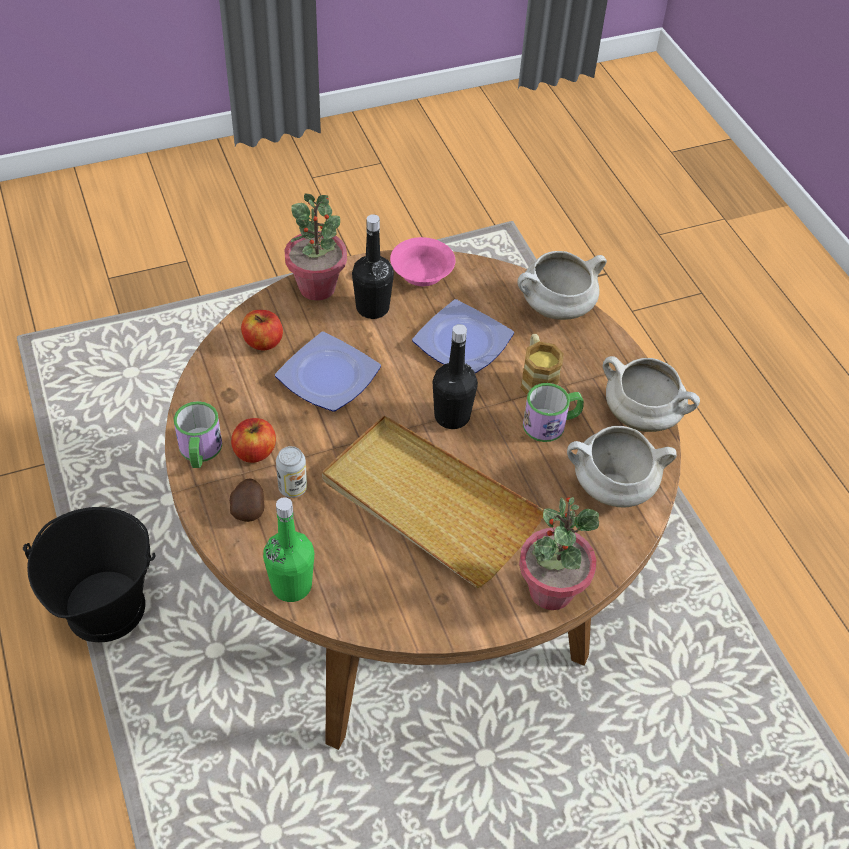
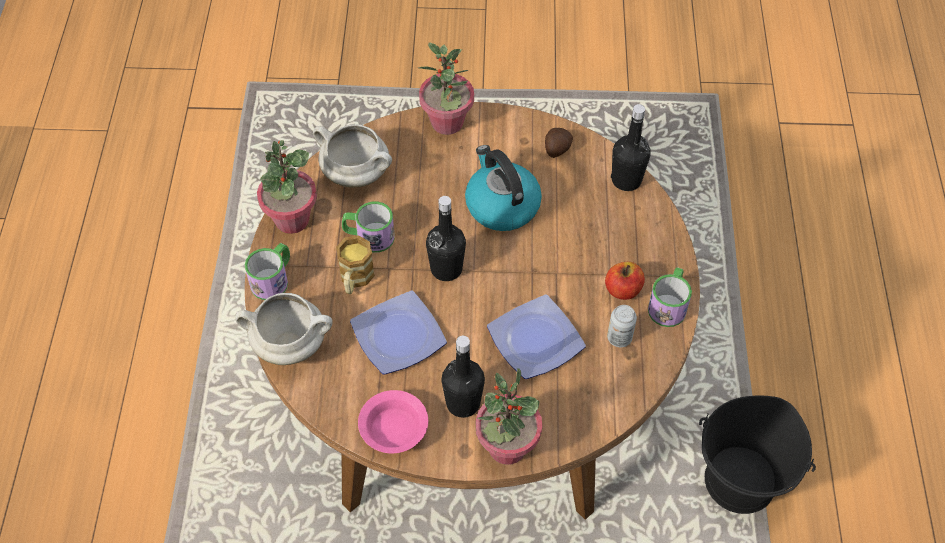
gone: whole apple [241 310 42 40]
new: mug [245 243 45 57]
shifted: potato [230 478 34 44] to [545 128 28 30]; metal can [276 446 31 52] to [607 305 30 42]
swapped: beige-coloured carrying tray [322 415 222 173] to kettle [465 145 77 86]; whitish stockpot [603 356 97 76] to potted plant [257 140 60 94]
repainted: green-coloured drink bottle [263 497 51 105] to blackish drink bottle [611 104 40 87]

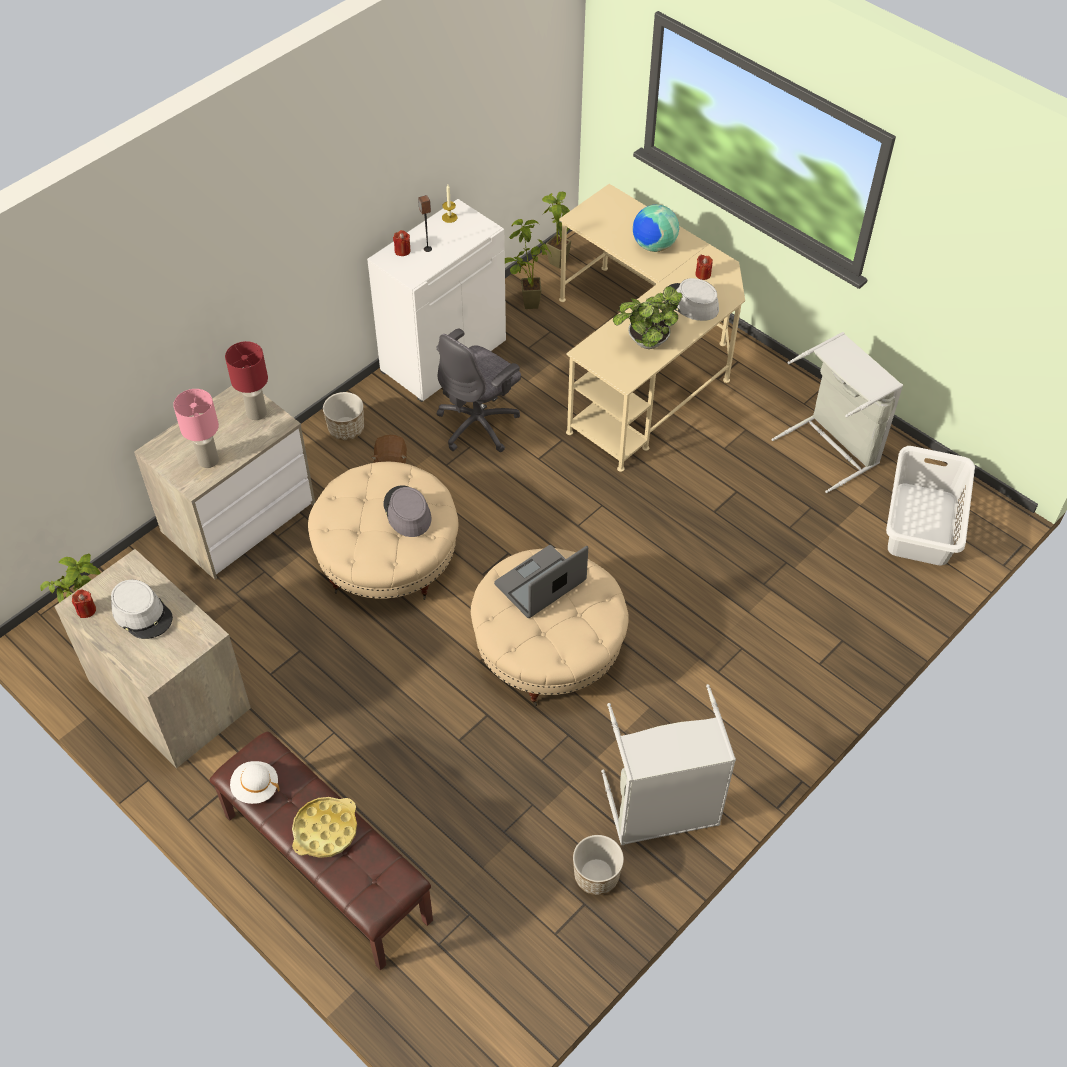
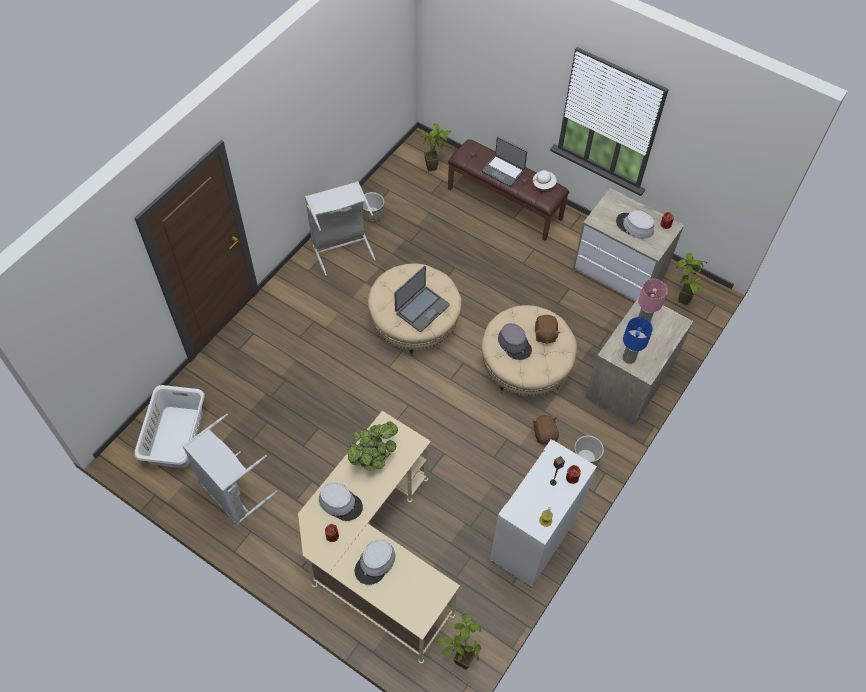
gone: gray computer chair [436 328 85 124]
new: brownish cuddly toy [535 315 25 29]
shifted: potted plant [505 219 47 90] to [419 123 32 48]
swapped: yellow-coloured carrying tray [292 797 65 61] to laptop [481 137 46 50]; desk globe [633 205 46 47] to gray hat [355 539 40 46]
repainted: red-coloured lamp for a table [225 341 43 79] to blue lamp for a table [622 317 31 47]

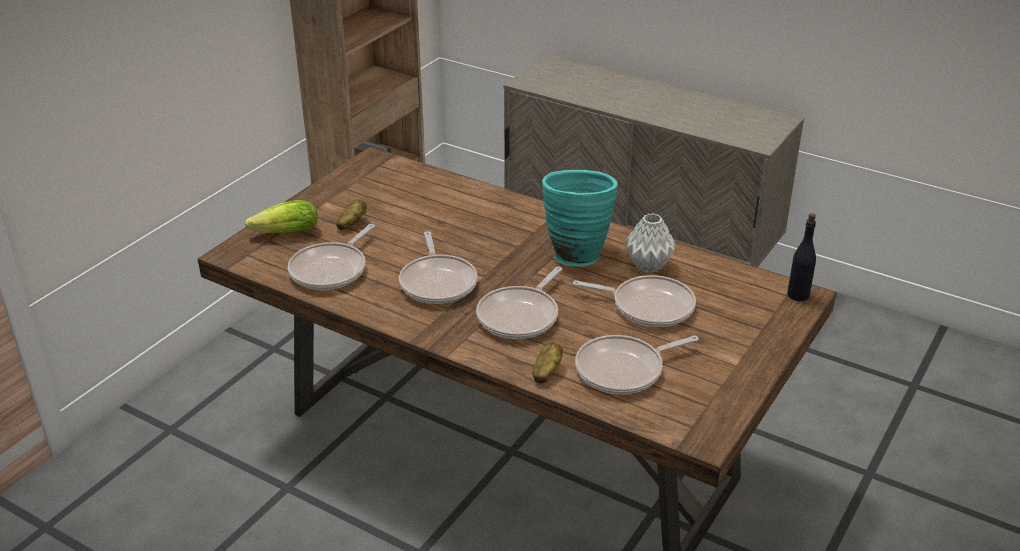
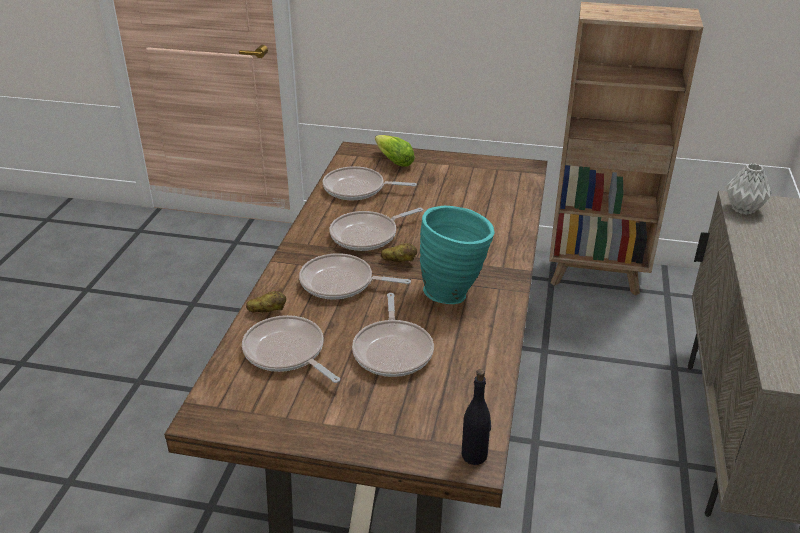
shifted: potato [336 199 31 31] to [381 243 36 19]; gray vase [625 213 51 60] to [726 163 45 52]

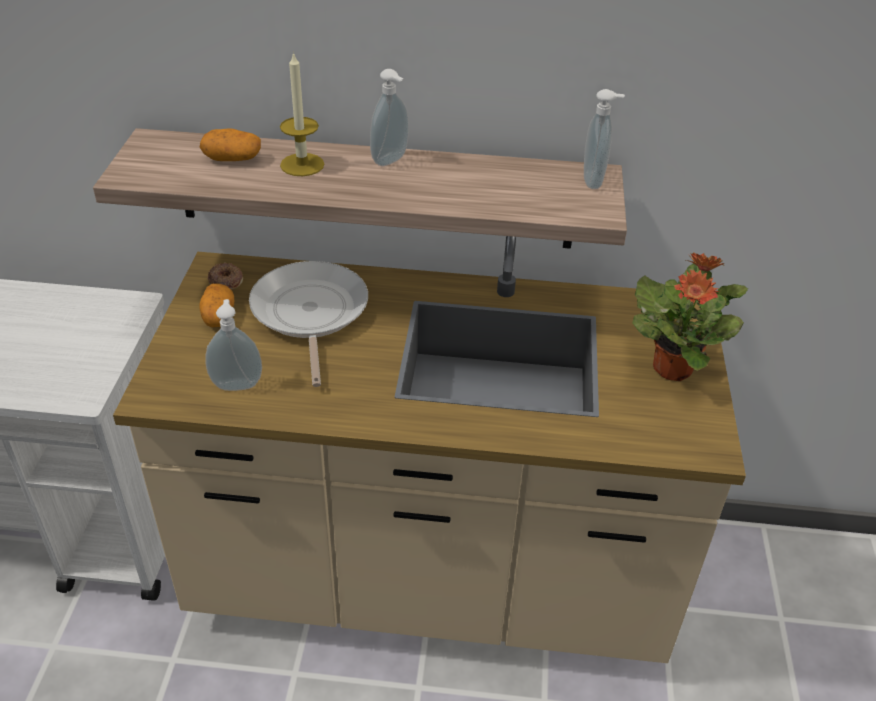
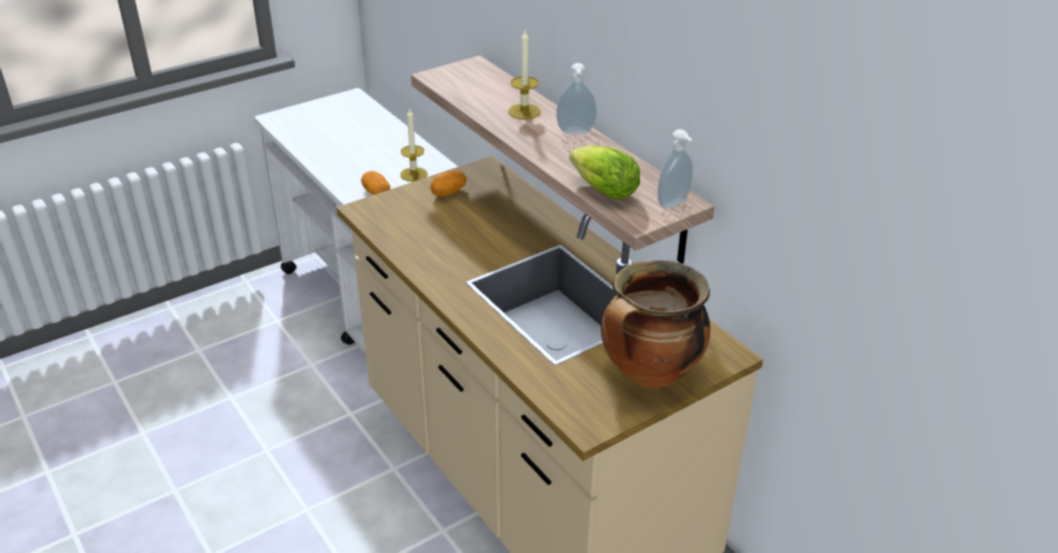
gone: liquid soap bottle [205 299 57 92]; donut [207 262 36 28]; frying pan [249 261 119 126]
new: wax candle [400 108 28 74]; lettuce head [569 145 71 54]
shifted: potato [200 129 61 32] to [361 171 29 24]
swapped: potted plant [632 253 116 128] to stockpot [601 260 109 129]

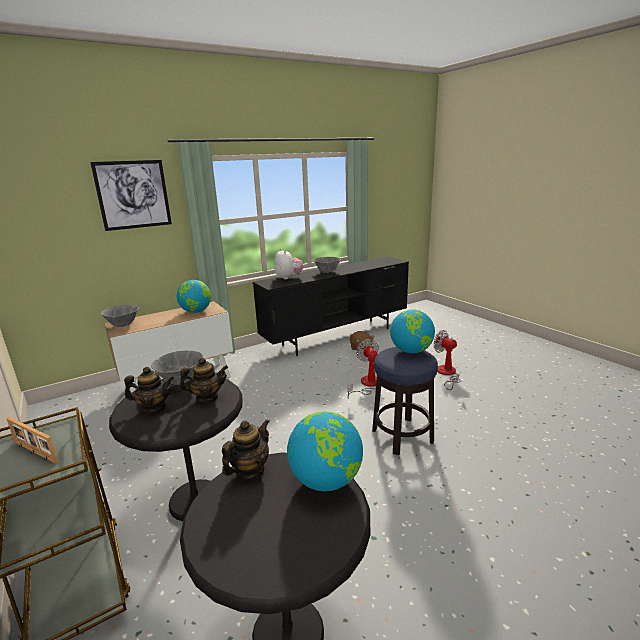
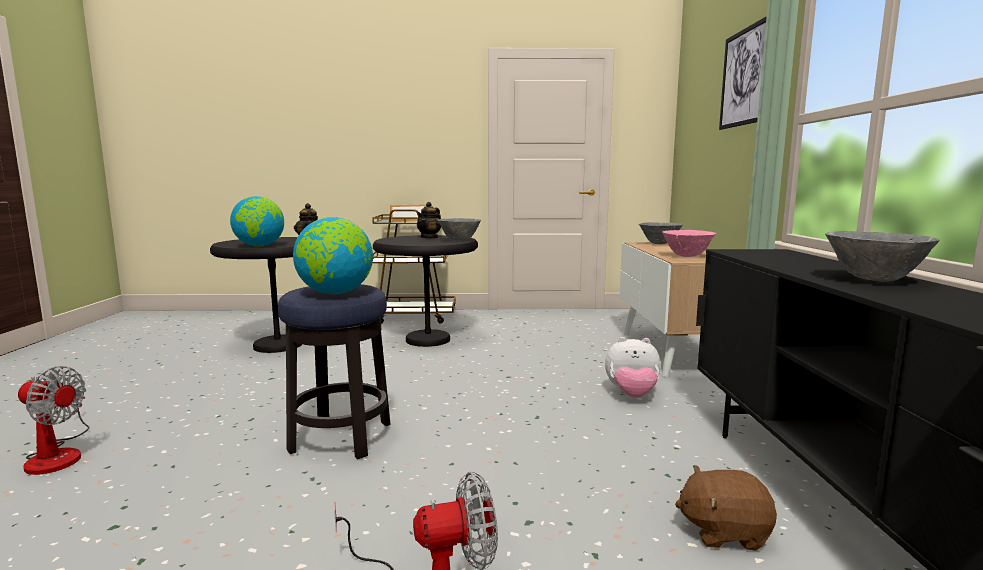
gone: tea pot [179 358 49 45]
shifted: cuddly toy [274 249 29 30] to [605 337 56 60]; fan [347 339 32 59] to [18 366 71 109]
swapped: desk globe [177 280 34 33] to pinkish deep dish [662 230 54 27]

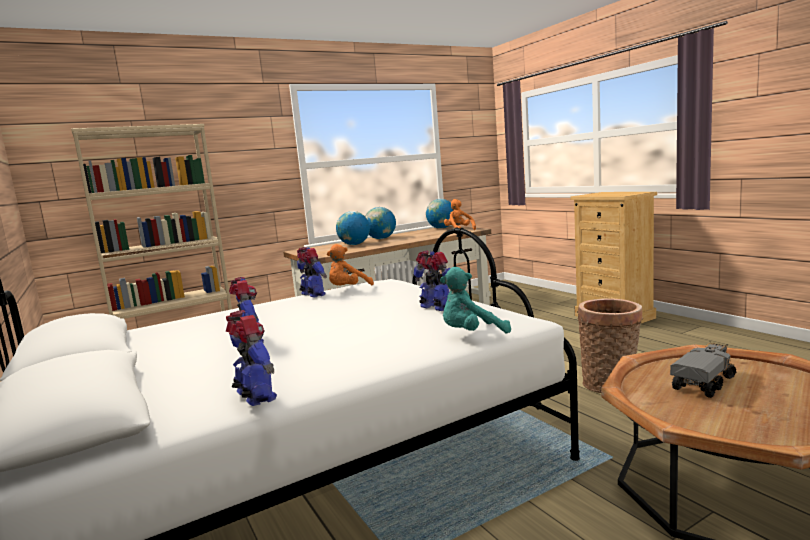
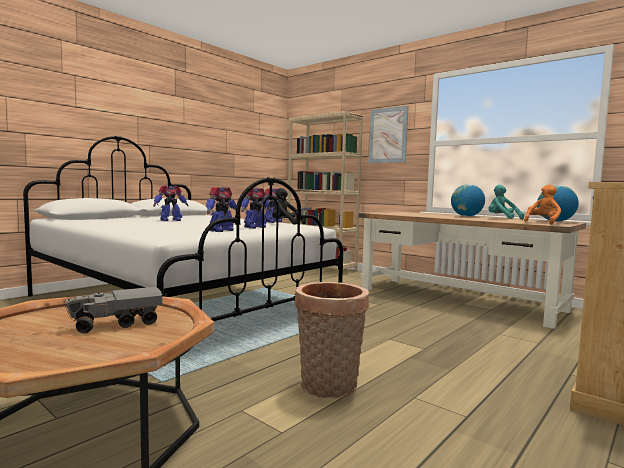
gone: desk globe [336 211 34 34]
new: picture [369 106 40 57]
shifted: toy robot [226 310 51 96] to [241 188 30 41]; blue-green cuddly toy [440 267 71 66] to [488 185 36 35]
repainted: orange-coloured cuddly toy [327 244 47 41] to blackish cuddly toy [272 188 34 37]
rotated: toy lorry [670 341 66 57] = [63 287 99 46] 120 degrees clockwise

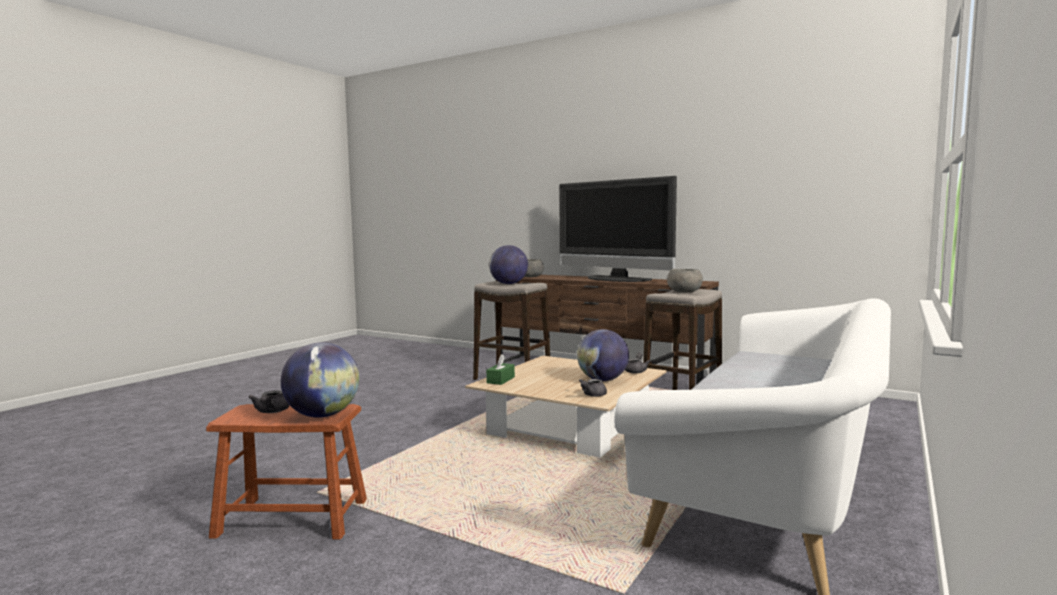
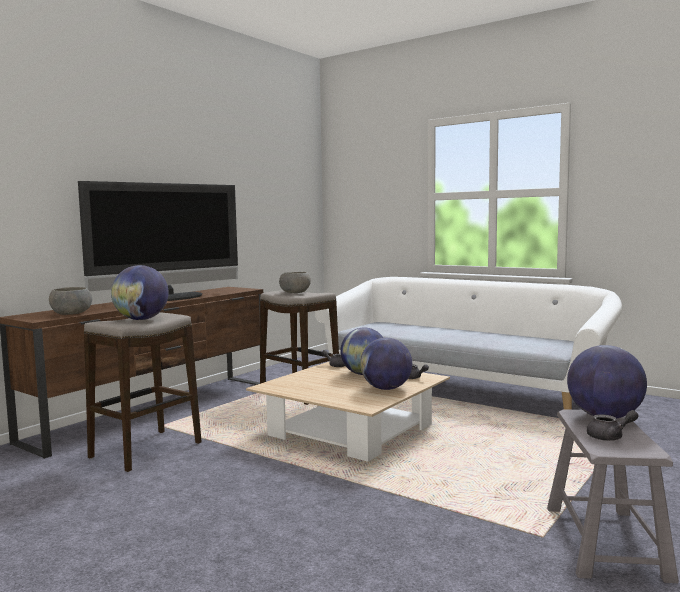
gone: green-coloured box of tissues [486 354 29 31]
new: desk globe [360 338 52 52]
repainted: brownish sitting stool [206 404 161 136] to gray sitting stool [547 409 132 174]

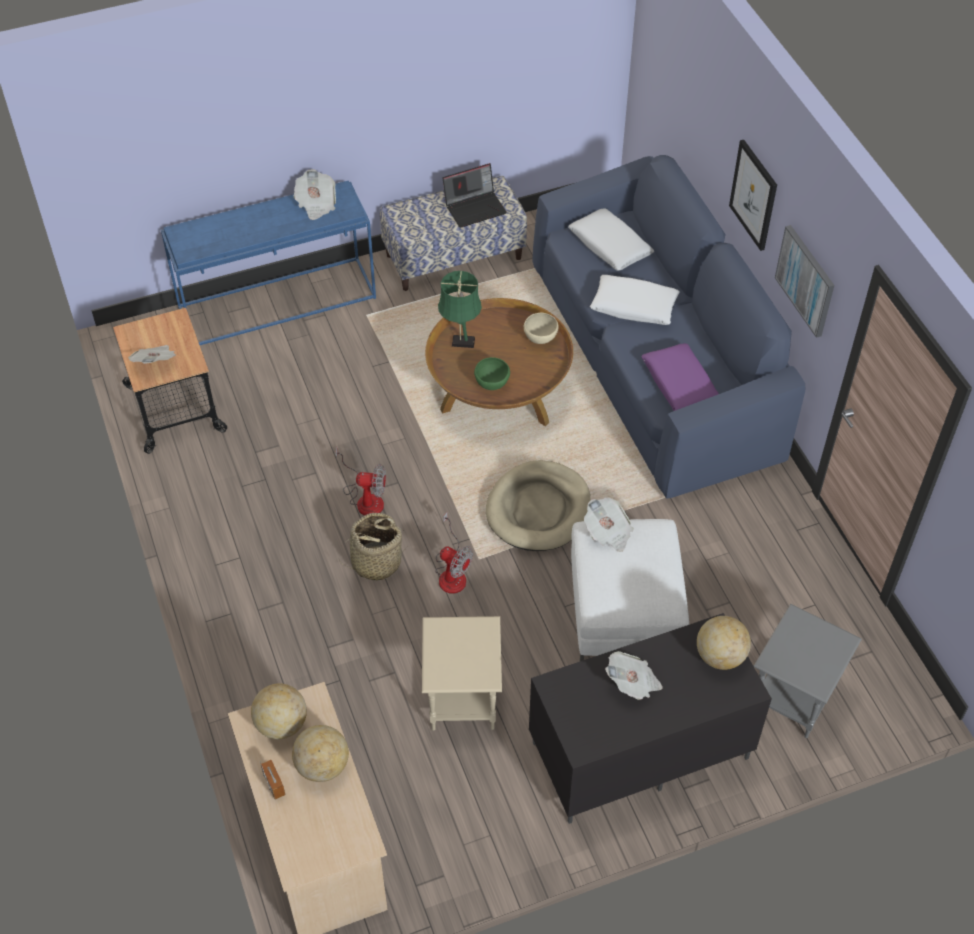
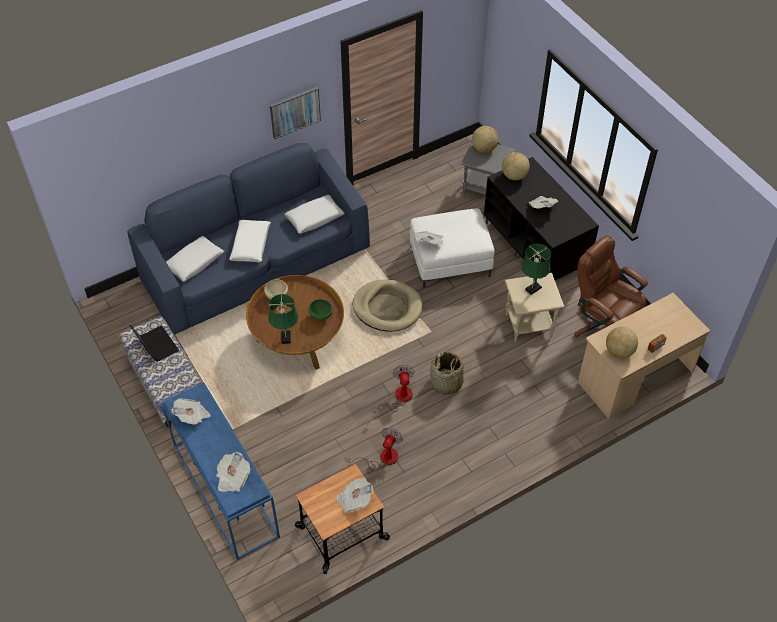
gone: picture [729 140 48 111]
new: printed paper [216 452 34 40]; green-coloured lamp for a table [521 244 30 51]; brownish computer chair [574 235 74 102]
shifted: desk globe [292 725 57 57] to [472 126 26 27]; fan [435 512 38 82] to [346 427 57 43]
repainted: purple-coloured throw pillow [641 343 78 68] to whitish throw pillow [284 195 61 38]

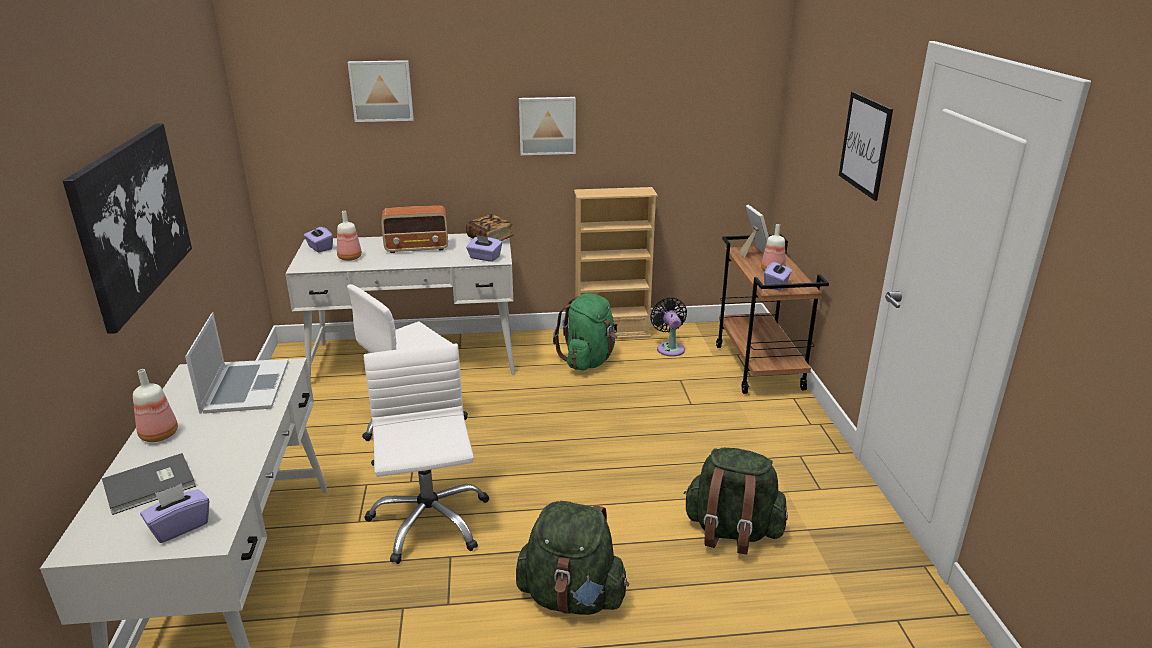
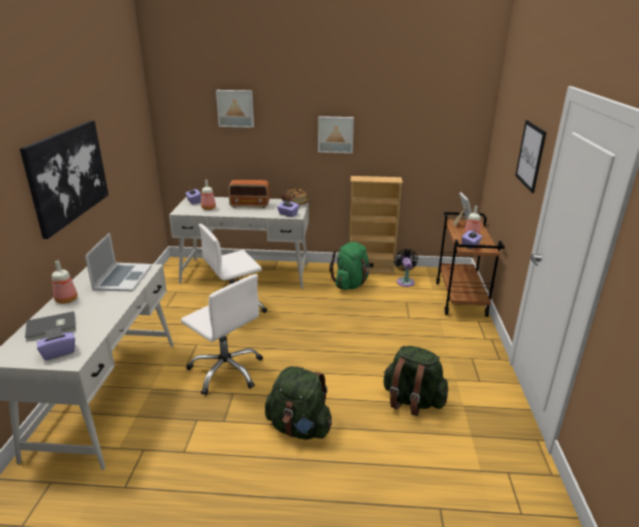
rotated: whitish computer chair [364 344 125 220] = [181 274 82 121] 135 degrees clockwise

